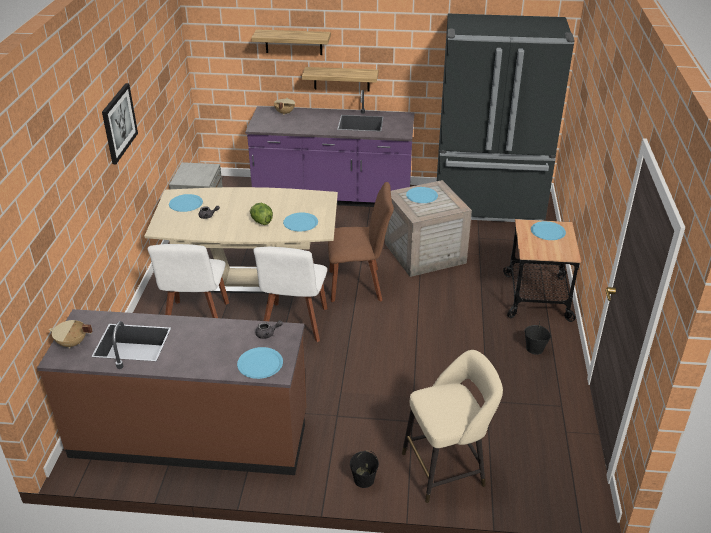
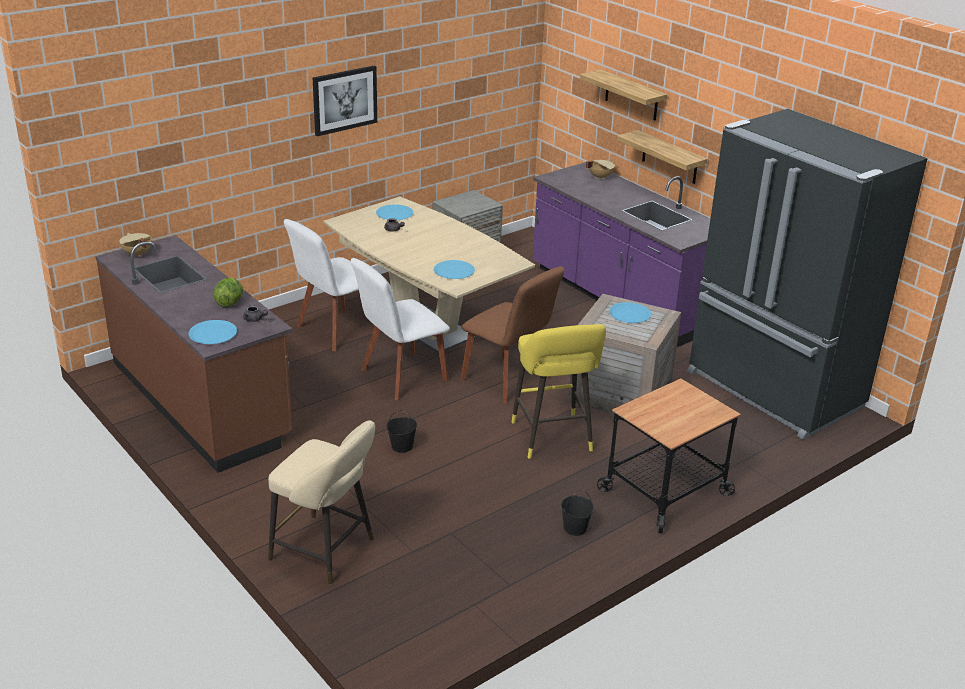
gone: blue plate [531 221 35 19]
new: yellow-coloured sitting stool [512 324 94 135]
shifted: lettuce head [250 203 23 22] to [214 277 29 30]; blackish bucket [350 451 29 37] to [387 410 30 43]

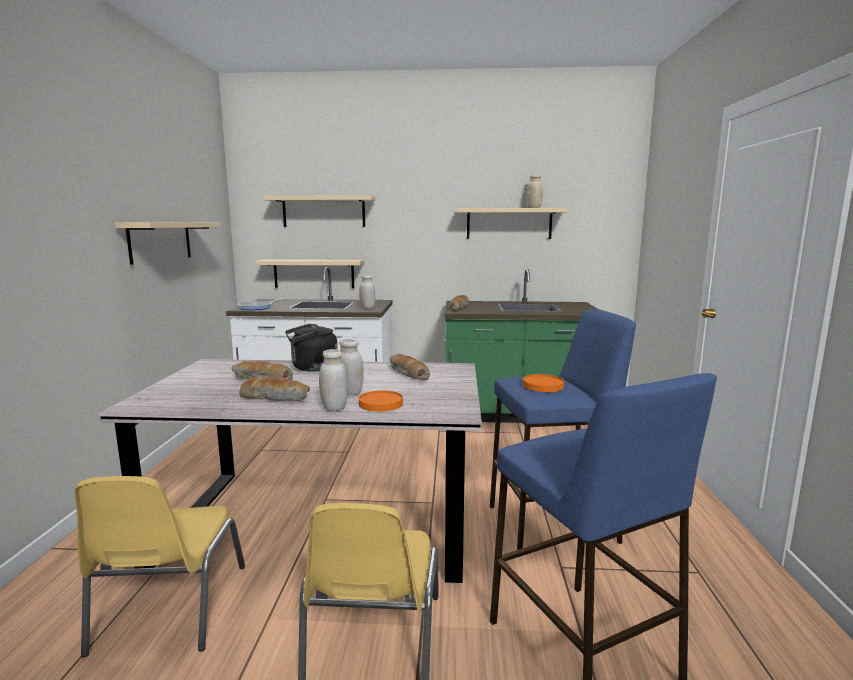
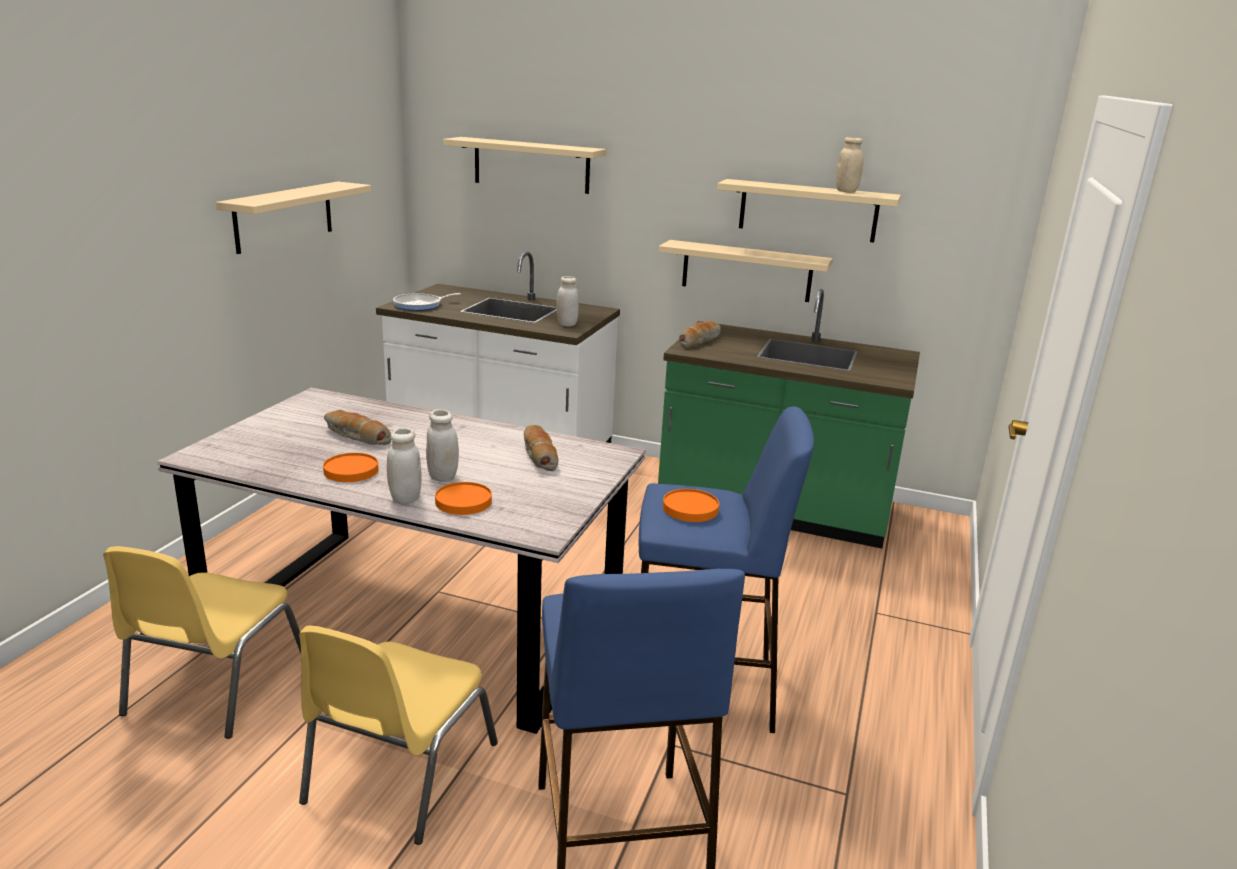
gone: blackish kettle [285 323 53 49]
shifted: beige-coloured shelf [254 259 110 29] to [659 240 174 62]
swapped: bakery bread [239 377 71 24] to orange-coloured plate [323 453 55 29]

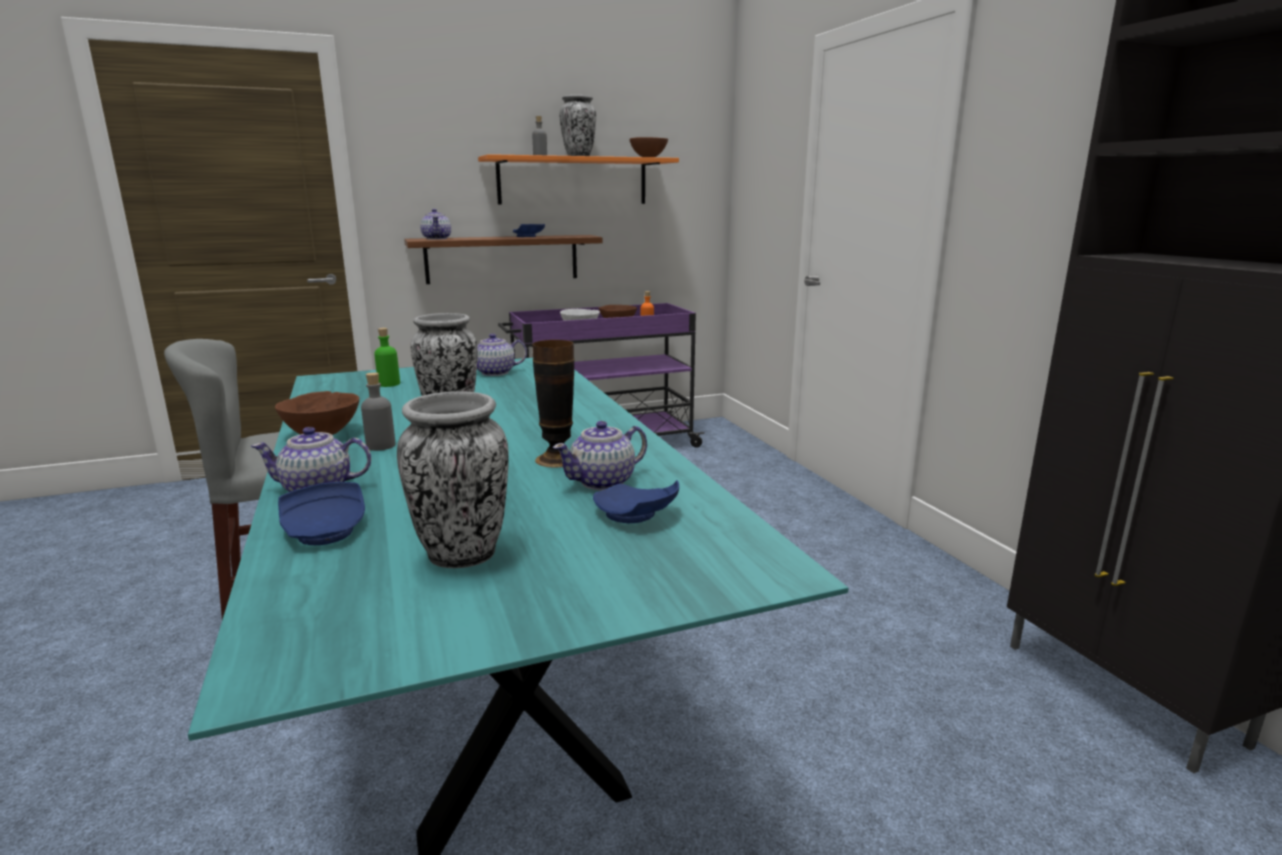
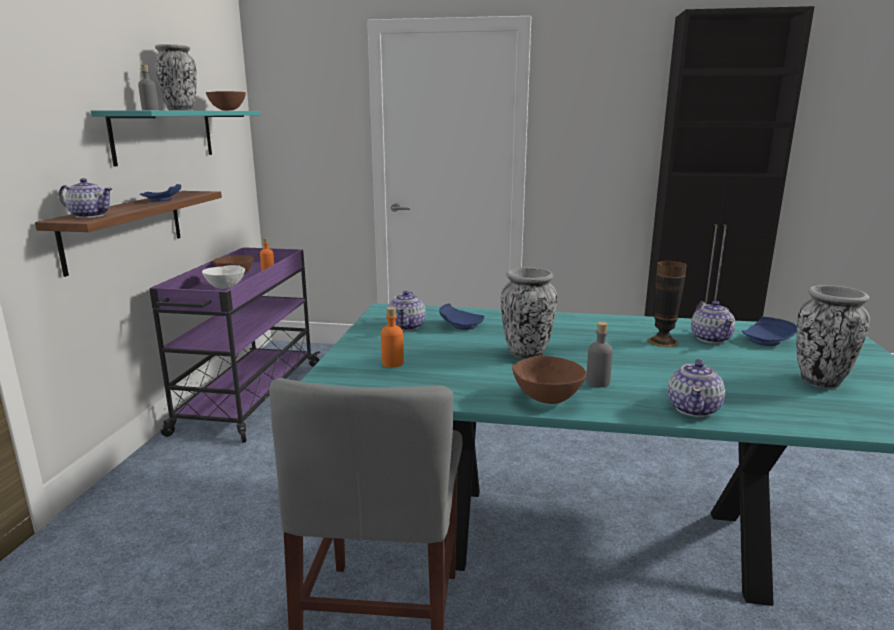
shifted: blue plate [278 482 87 63] to [439 303 46 27]
repainted: green-coloured drink bottle [374 328 26 59] to orange-coloured drink bottle [381 307 23 61]; orange-coloured shelf [478 154 201 50] to blue-green shelf [91 111 169 55]

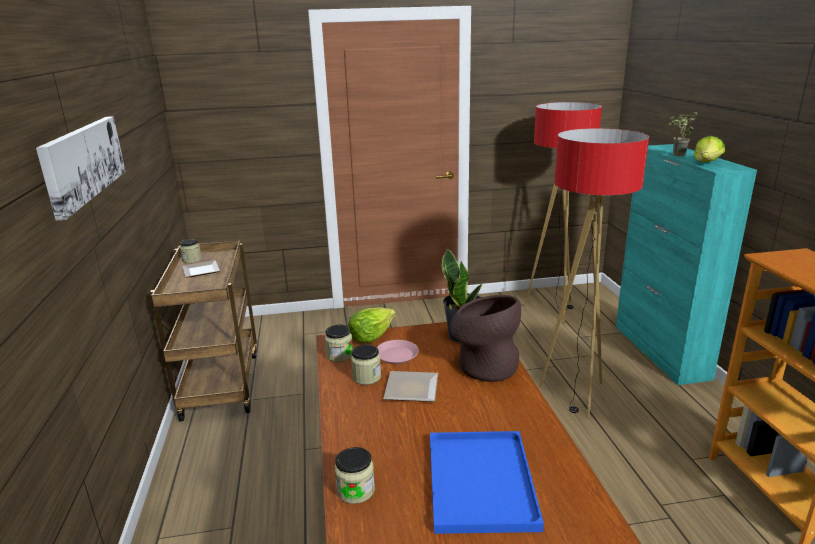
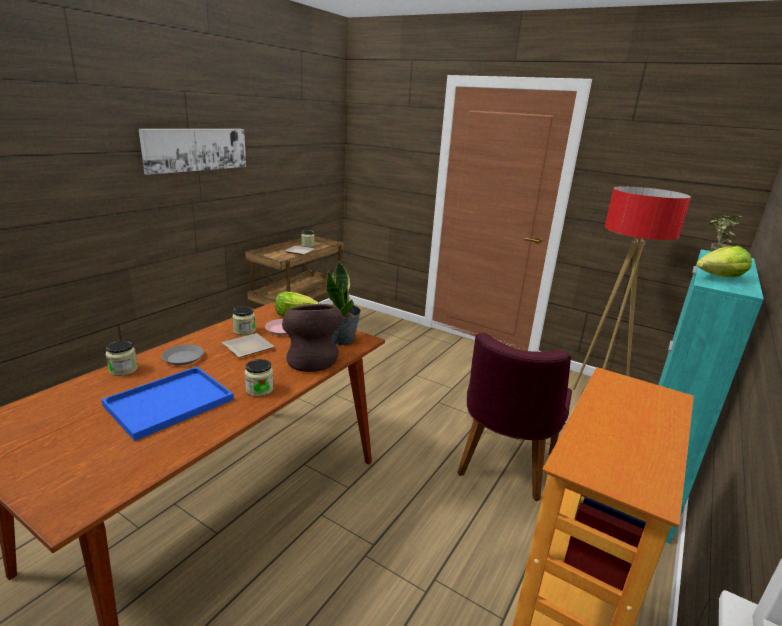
new: gray plate [161 345 43 20]
shifted: preserve jar [325 325 28 37] to [245 359 29 38]
swapped: standing lamp [539 128 110 290] to purple-coloured plain chair [457 333 115 168]

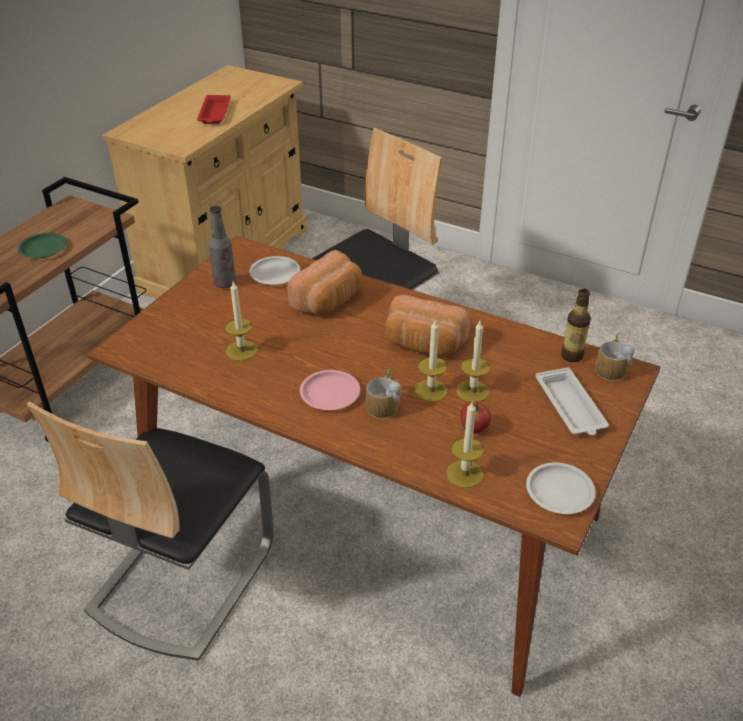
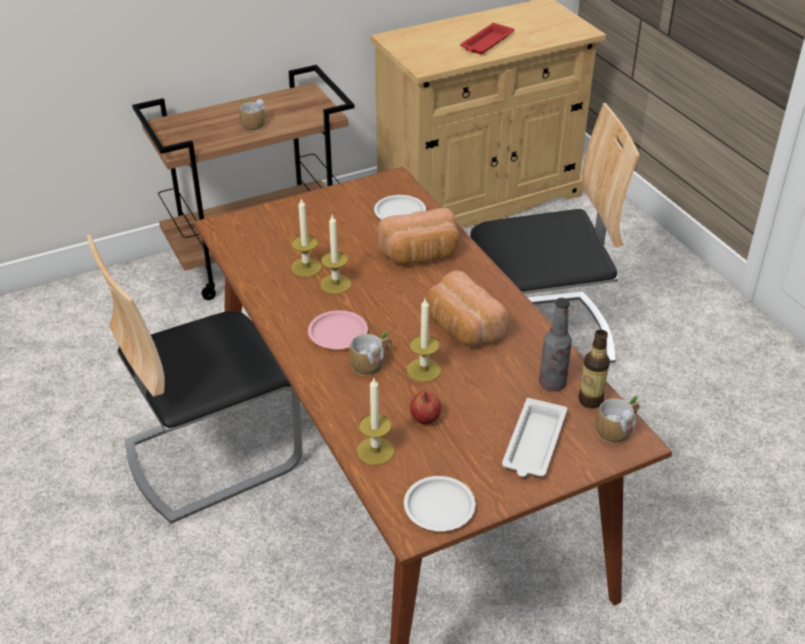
shifted: drink bottle [208 206 28 82] to [539 298 33 93]; wax candle [456 321 34 81] to [320 215 31 79]
swapped: green-coloured plate [18 233 49 25] to mug [239 98 27 33]

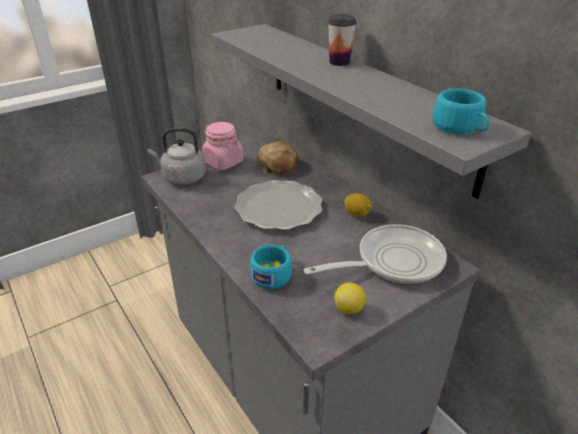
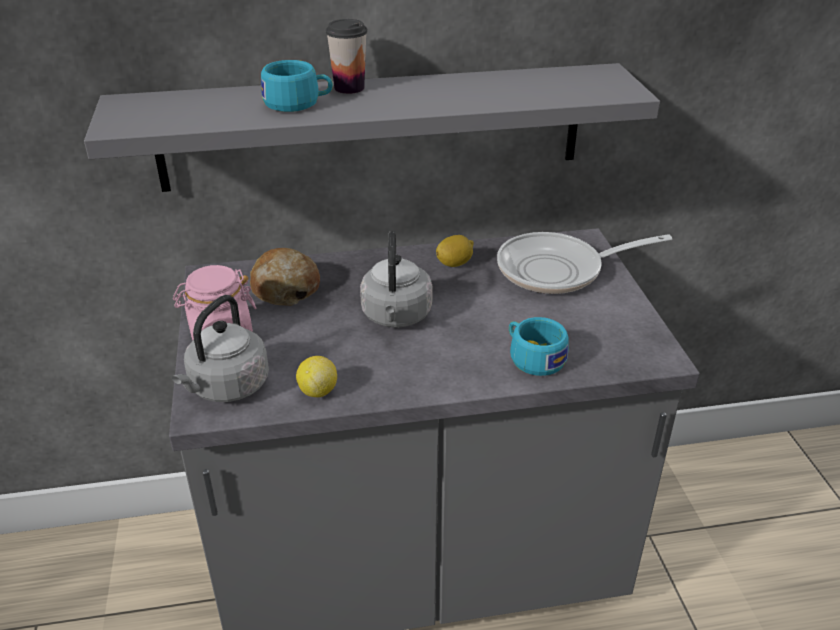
shifted: whole lemon [334 283 32 31] to [296 356 41 41]; blue-green small cup [432 88 58 46] to [261 60 72 52]
swapped: plate [234 180 89 50] to gray kettle [360 231 73 97]
rotated: frying pan [303 224 144 60] = [497 232 175 62] 105 degrees counterclockwise

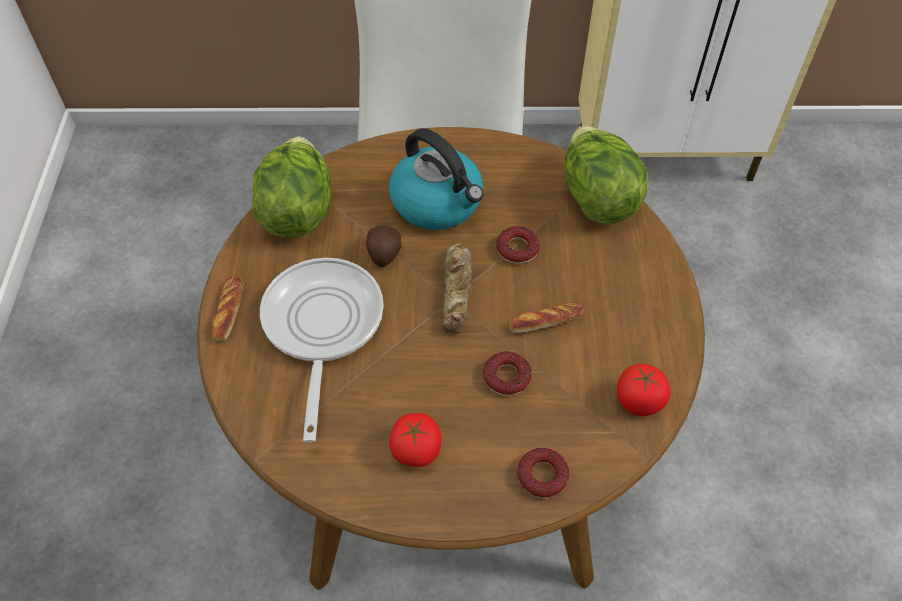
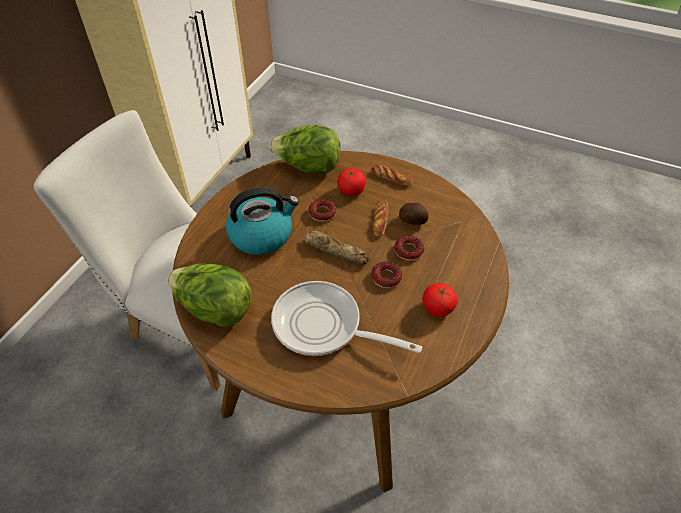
shifted: bakery bread [212 276 32 66] to [371 165 42 21]; potato [366 226 36 41] to [399 202 30 23]; donut [517 448 52 50] to [371 261 31 27]; fresh tomato [617 364 53 52] to [337 168 28 28]

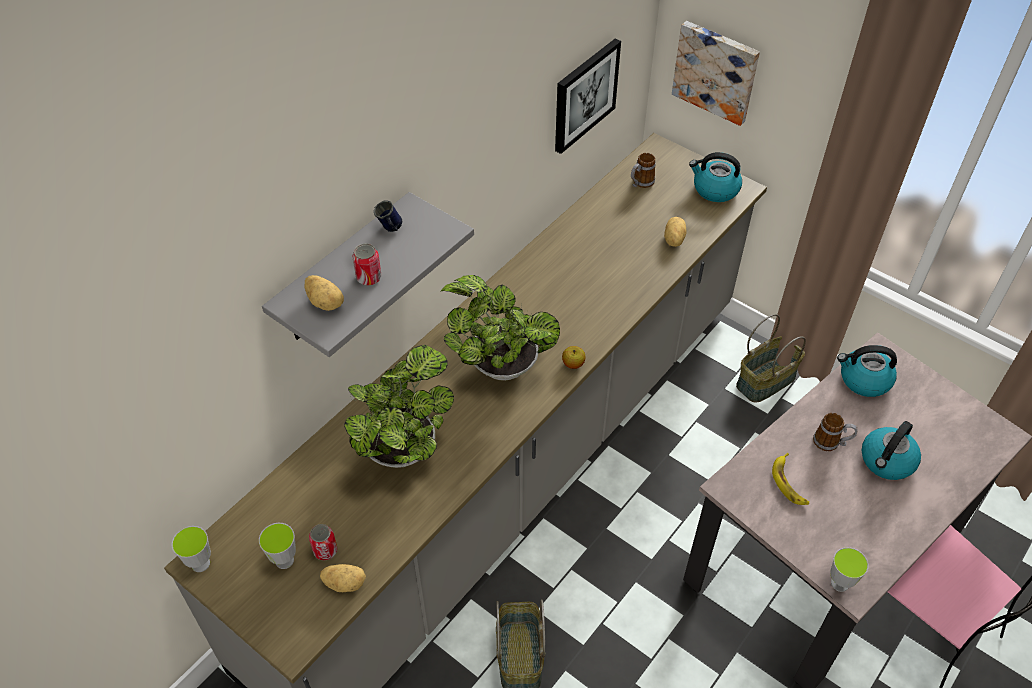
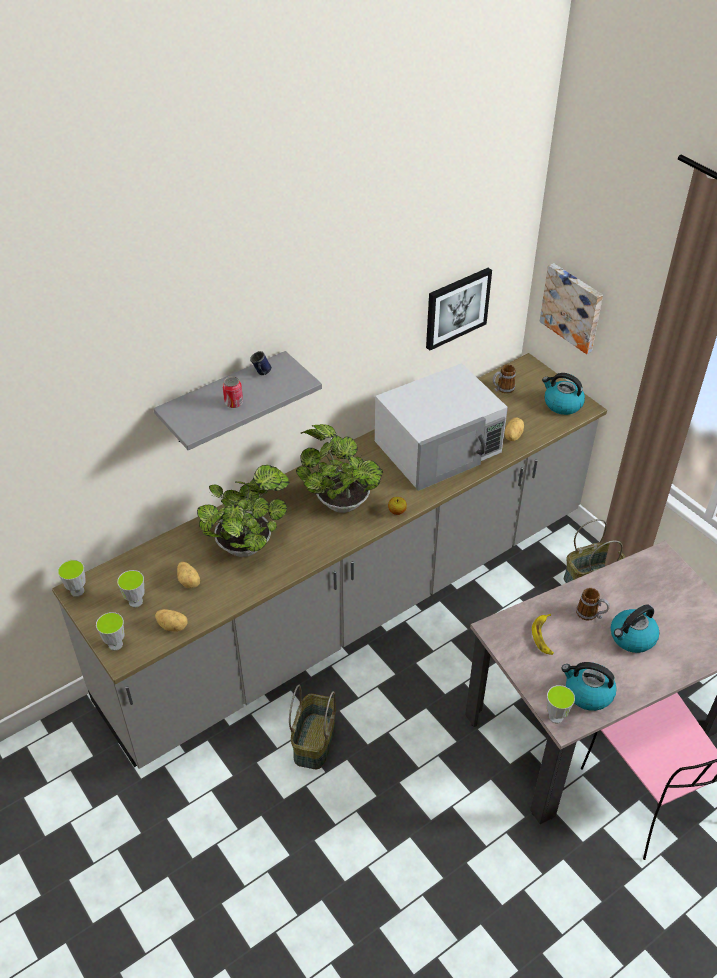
gone: metal can [309 524 28 37]
new: small cup [96 612 28 39]; whitish microwave [375 363 133 128]
shifted: potato [305 275 39 36] to [177 562 23 26]; kettle [837 345 60 52] to [561 662 56 49]

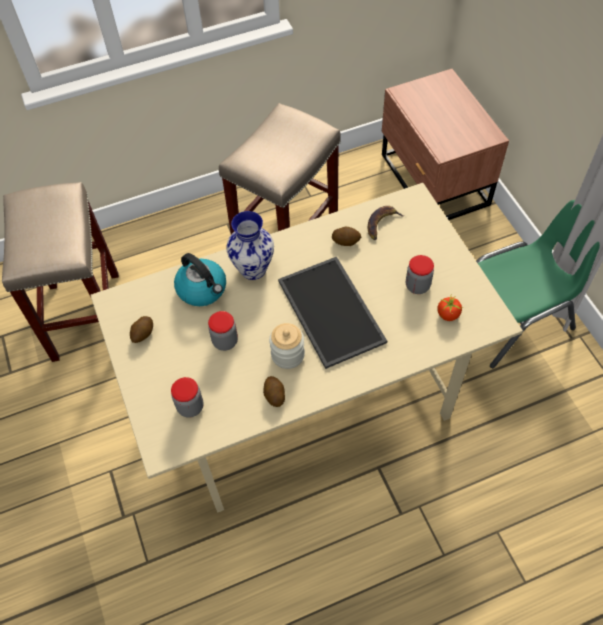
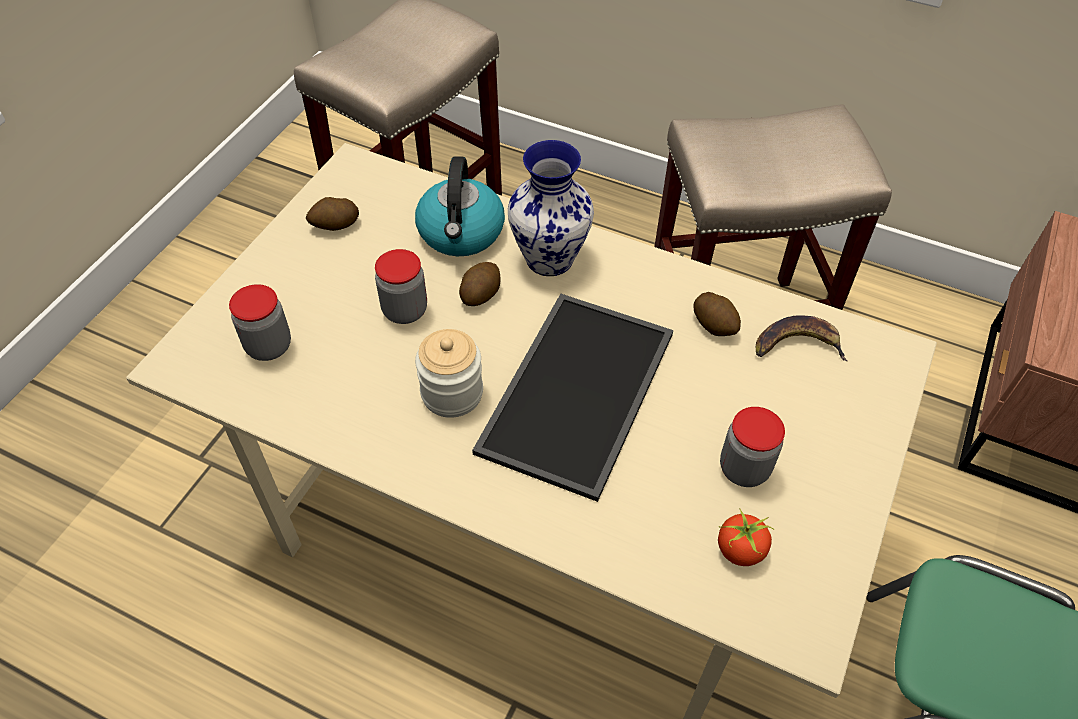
shifted: potato [263 376 22 31] to [459 262 41 44]

